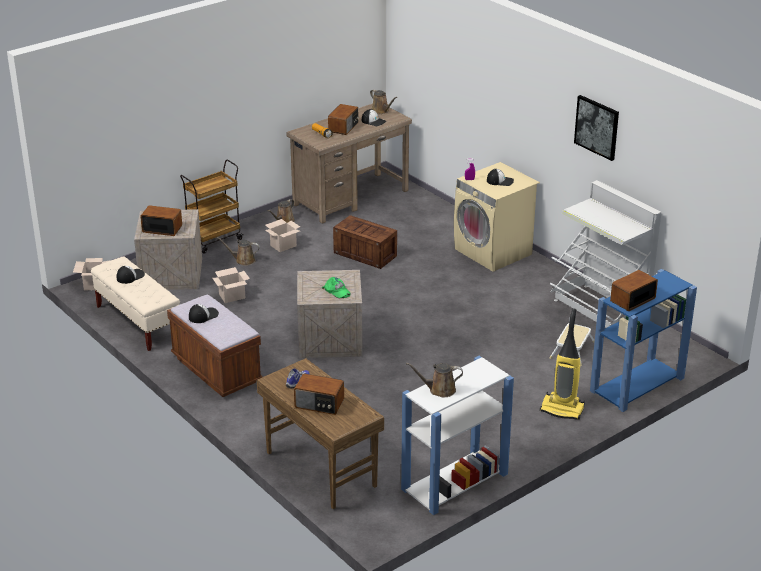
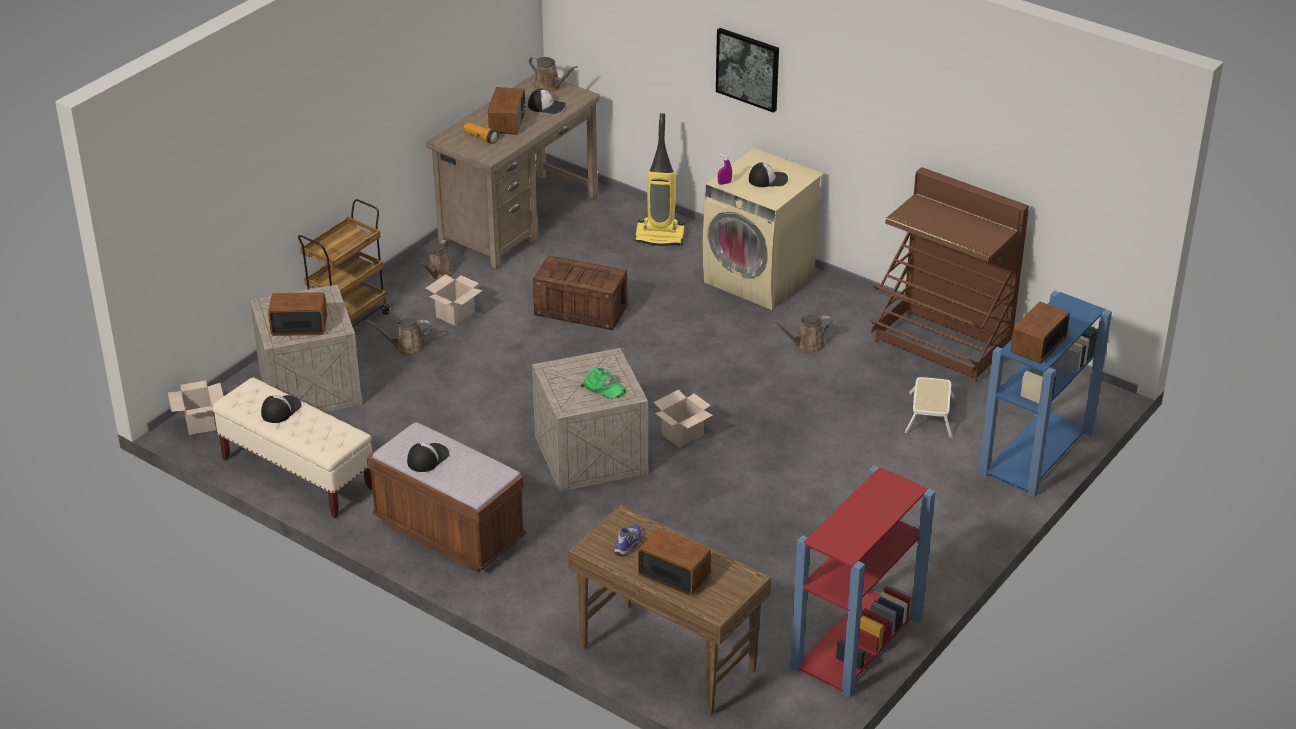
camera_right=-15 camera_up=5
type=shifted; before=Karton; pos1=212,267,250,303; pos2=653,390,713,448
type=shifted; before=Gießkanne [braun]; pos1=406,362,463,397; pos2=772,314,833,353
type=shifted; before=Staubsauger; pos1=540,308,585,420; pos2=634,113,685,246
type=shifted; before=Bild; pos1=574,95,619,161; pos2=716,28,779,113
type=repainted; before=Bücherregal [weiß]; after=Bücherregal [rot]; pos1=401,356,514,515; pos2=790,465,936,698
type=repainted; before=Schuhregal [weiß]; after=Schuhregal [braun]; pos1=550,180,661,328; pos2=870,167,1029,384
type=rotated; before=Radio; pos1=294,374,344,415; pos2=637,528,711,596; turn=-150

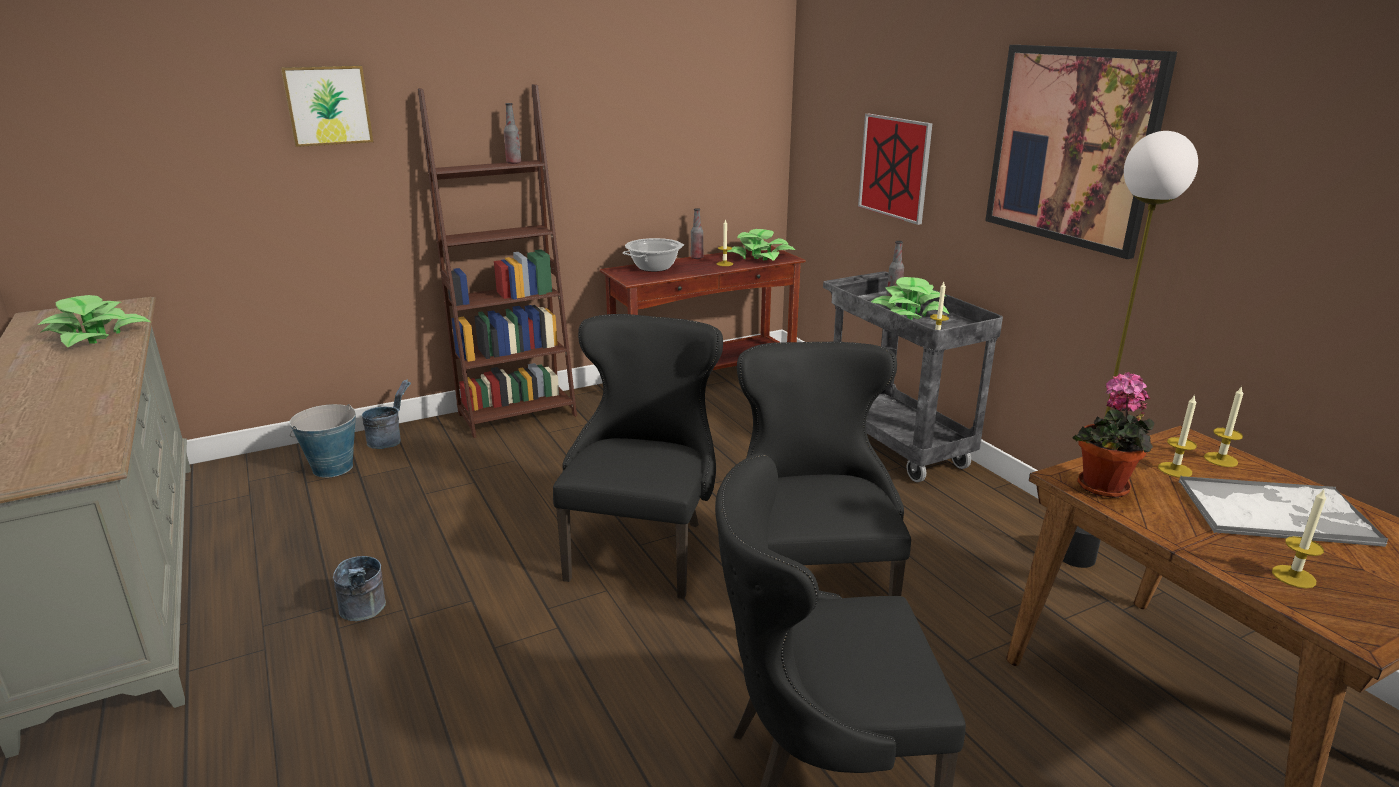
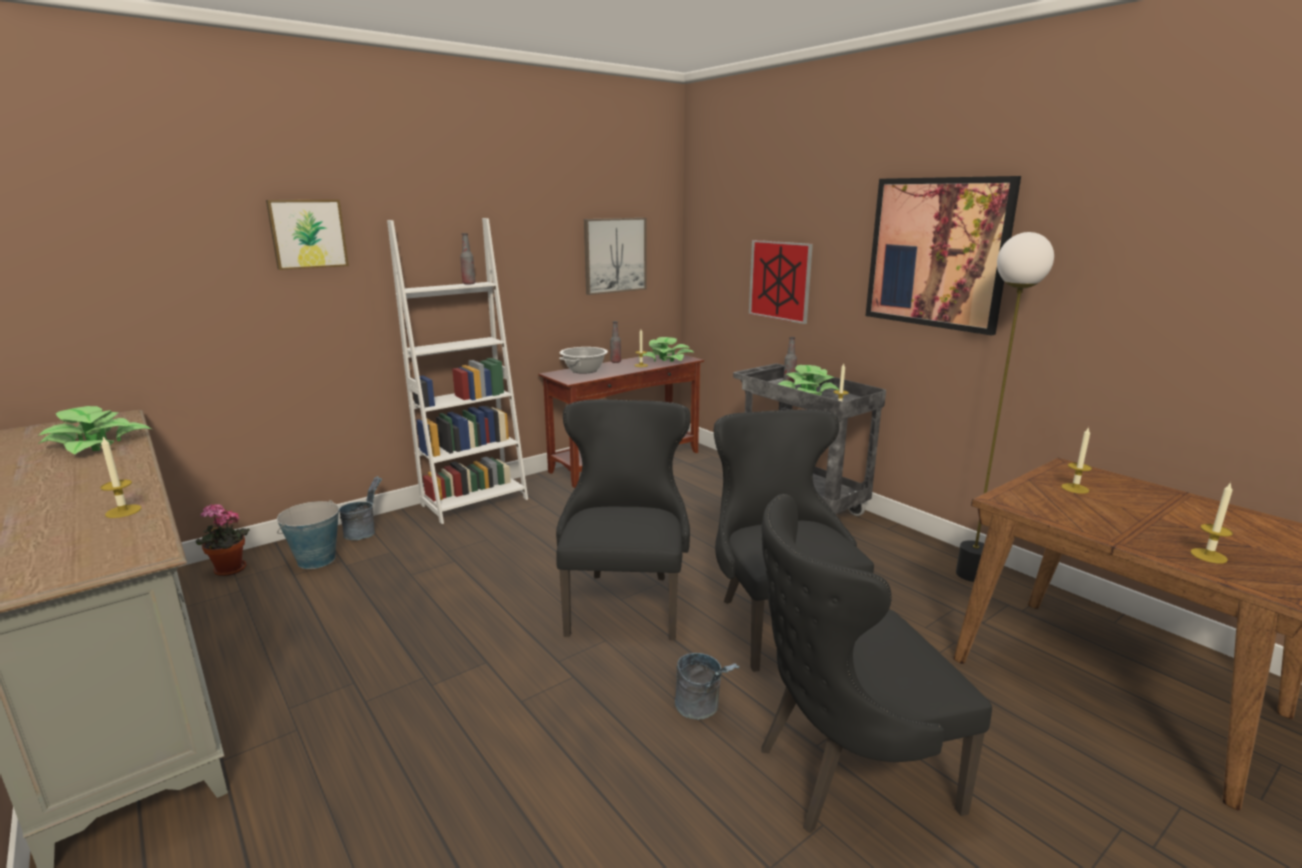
camera_right=-10 camera_up=-5
type=gone; before=Tablett; pos1=1178,476,1388,547
type=new; after=Bild; pos2=584,218,647,295
type=shifted; before=Eimer [grau]; pos1=333,556,386,621; pos2=675,653,739,720
type=shifted; before=Topfpflanze; pos1=1073,372,1154,498; pos2=196,504,250,576
type=shifted; before=Kerze; pos1=1204,386,1244,467; pos2=101,436,142,518
type=repainted; before=Bücherregal [braun]; after=Bücherregal [weiß]; pos1=418,84,577,438; pos2=387,218,528,524

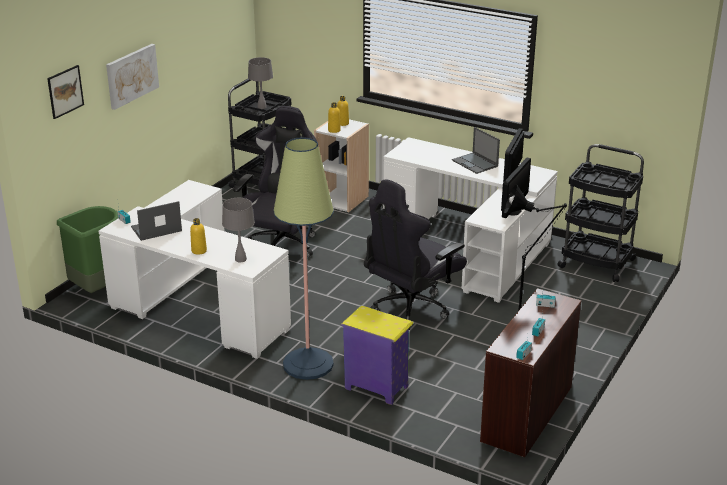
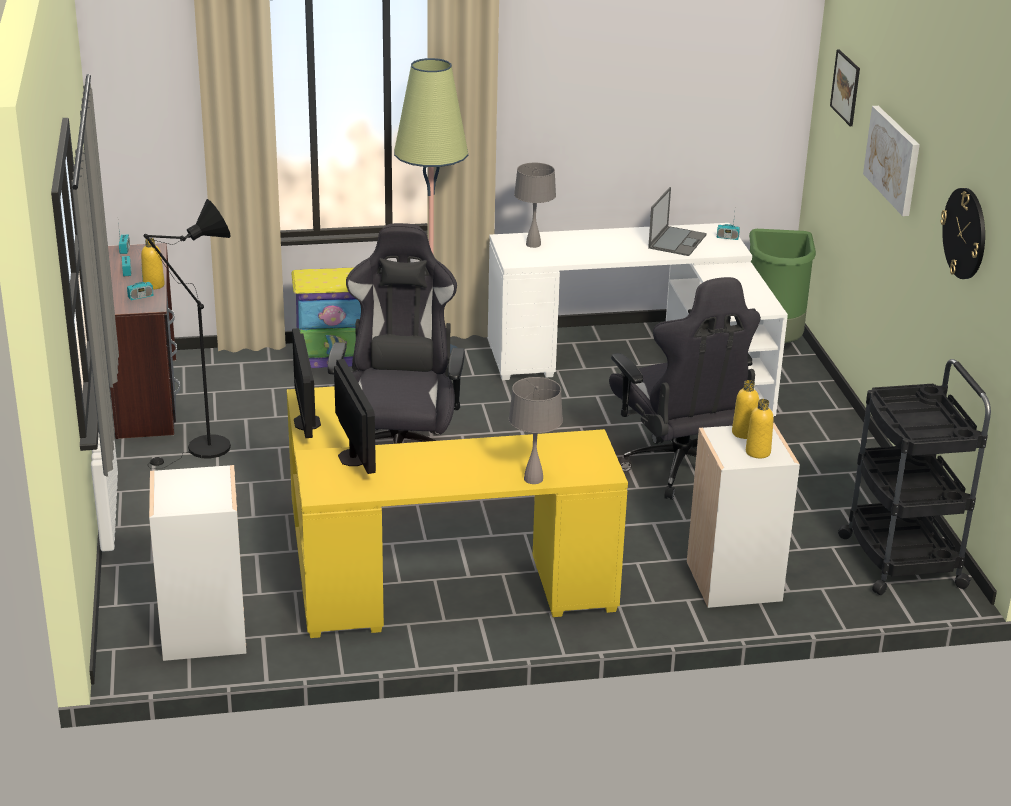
camera_right=140 camera_up=0
type=gone; before=Laptop; pos1=452,127,500,174
type=new; after=Wanduhr; pos2=940,188,985,279
type=shifted; before=Flasche [gelb]; pos1=190,218,207,255; pos2=141,238,165,290
type=shifted; before=Tischlampe [grau]; pos1=248,57,273,109; pos2=509,377,563,484
type=swapped; before=Rollwagen [schwarz]; after=Bücherregal; pos1=557,144,644,282; pos2=149,465,246,661
type=repainted; before=Schreibtisch [weiß]; after=Schreibtisch [gelb]; pos1=383,137,558,303; pos2=287,386,628,638

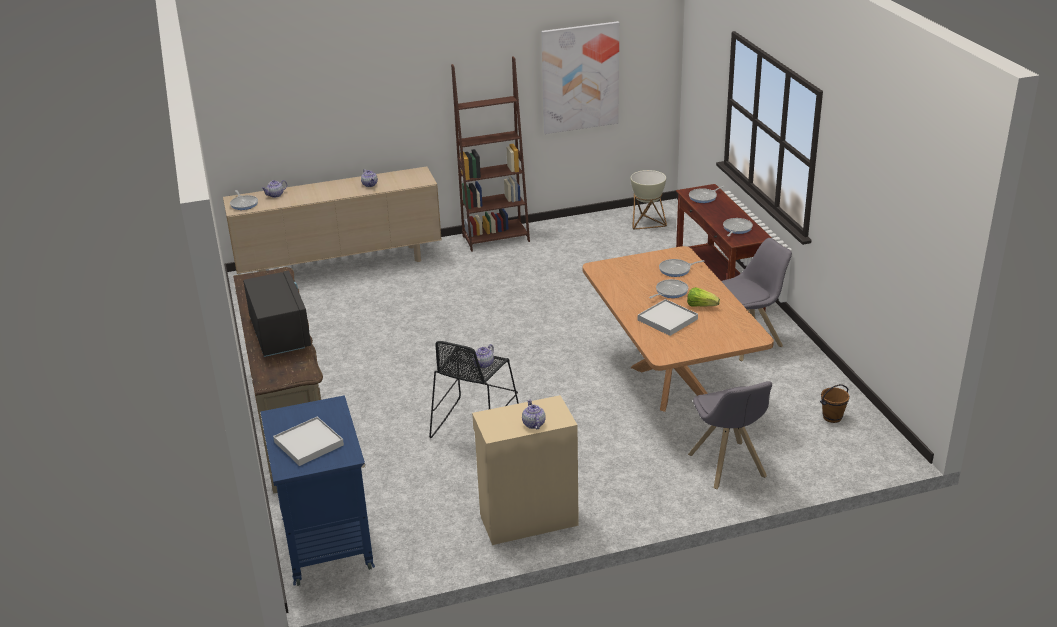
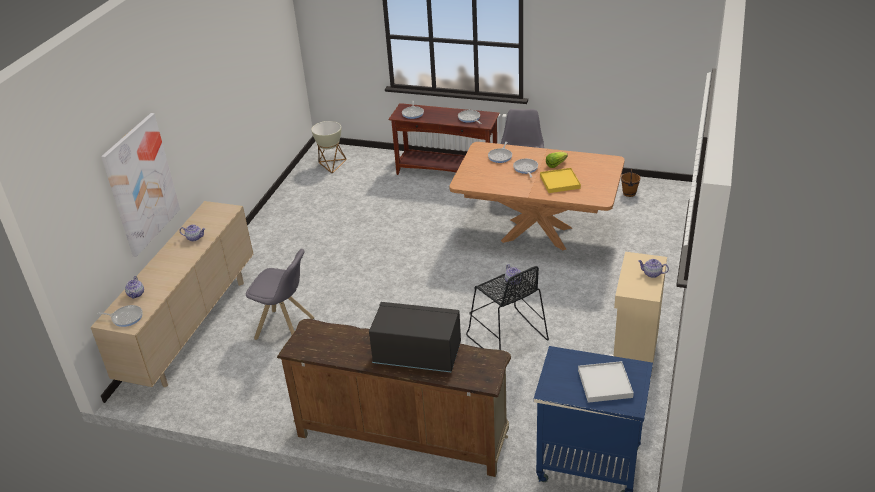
camera_right=-55 camera_up=5
type=gone; before=Bücherregal [braun]; pos1=451,56,530,252
type=shifted; before=Bild; pos1=541,21,619,134; pos2=101,113,180,257
type=shifted; before=Stuhl [grau]; pos1=688,381,772,489; pos2=246,249,314,340
type=repainted; before=Tablett [weiß]; after=Tablett [gelb]; pos1=638,299,698,336; pos2=540,168,581,193

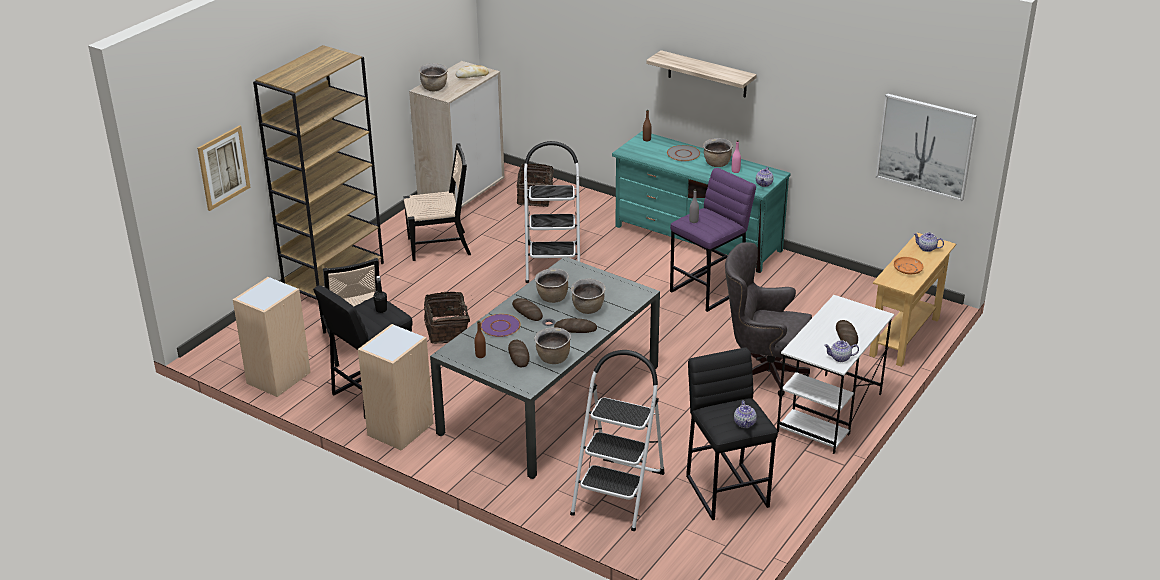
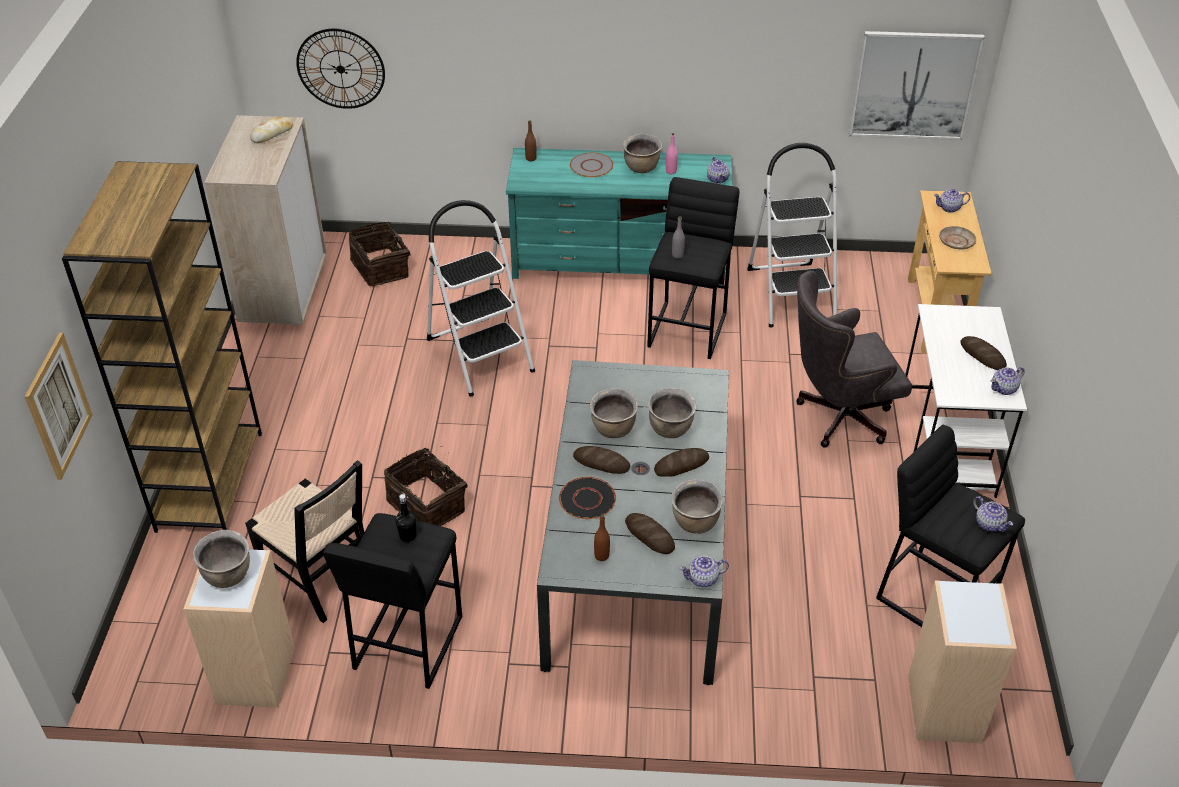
camera_right=-30 camera_up=10
type=gone; before=Stuhl; pos1=403,143,471,261
type=gone; before=Wandregal; pos1=646,50,757,98
type=new; after=Wanduhr; pos2=296,29,385,109
type=new; after=Teekanne; pos2=679,556,729,587
type=shifted; before=Bücherregal; pos1=358,324,433,451; pos2=908,580,1017,743
type=shifted; before=Kochtopf [braun]; pos1=419,63,448,91; pos2=193,530,250,588
type=shifted; before=Trittleiter; pos1=570,350,665,531; pos2=747,143,837,328
type=repainted; before=Teller [lila]; after=Teller [schwarz]; pos1=481,314,521,337; pos2=559,477,616,519
type=repainted; before=Hocker [lila]; after=Hocker [schwarz]; pos1=670,168,756,312; pos2=647,177,739,359
type=repainted; before=Teller [orange]; after=Teller [beige]; pos1=894,257,924,274; pos2=939,226,976,249

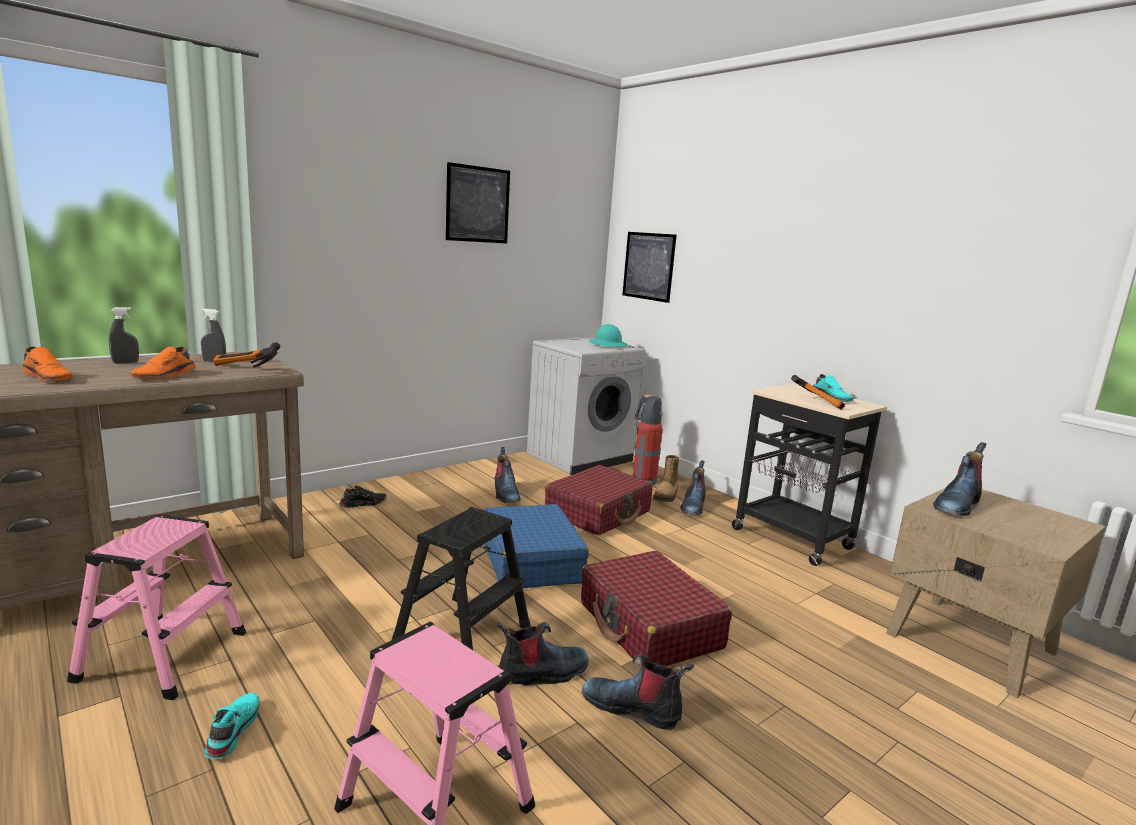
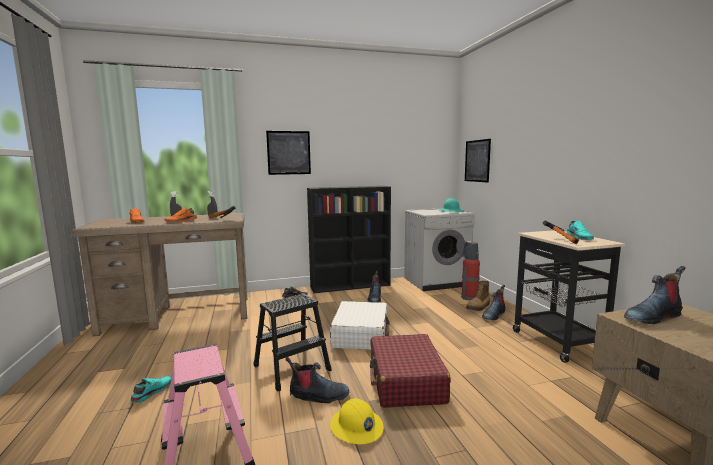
camera_right=25 camera_up=-5
type=gone; before=Trittleiter [rosa]; pos1=67,515,246,700
type=gone; before=Koffer [rot]; pos1=545,465,652,535
type=new; after=Bücherregal [schwarz]; pos2=307,186,391,293
type=shifted; before=Bild; pos1=446,162,510,243; pos2=266,131,311,175
type=swapped; before=Stiefel; after=Schutzhelm [gelb]; pos1=582,654,694,730; pos2=330,398,384,444
type=repainted; before=Koffer [blau]; after=Koffer [weiß]; pos1=484,504,589,588; pos2=330,301,390,350

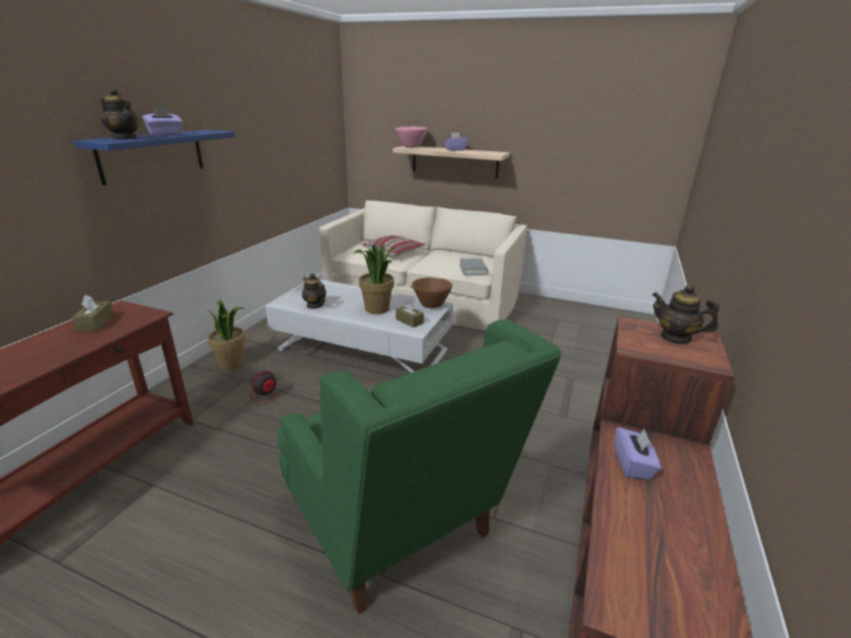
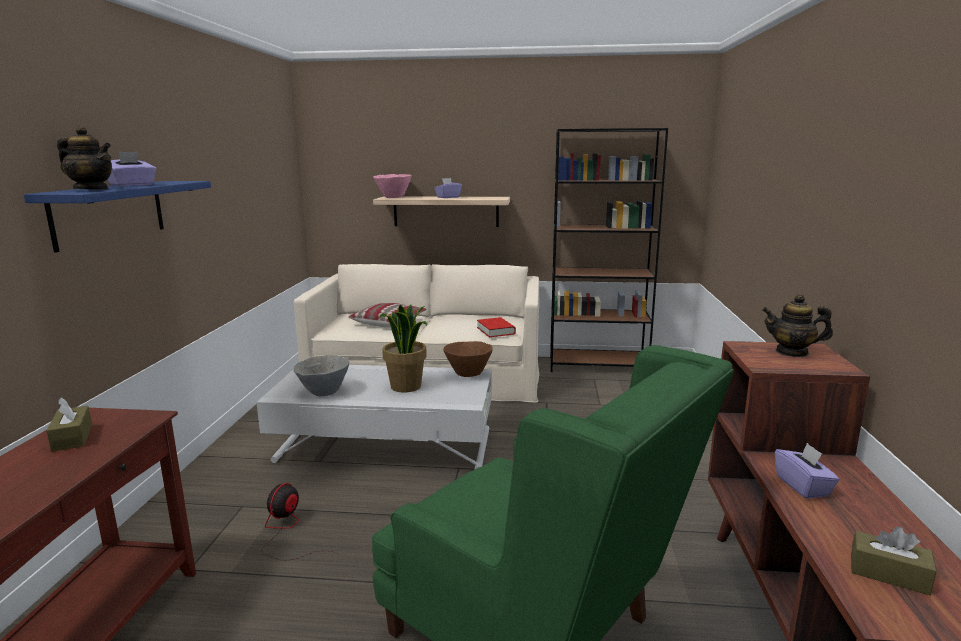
camera_right=-15 camera_up=-10
type=gone; before=Topfpflanze; pos1=207,299,246,370
type=new; after=Bücherregal [braun]; pos2=550,128,668,372
type=shifted; before=Taschentuchbox [braun]; pos1=396,301,424,328; pos2=851,527,937,595
type=swapped; before=Teekanne; after=Schüssel [grau]; pos1=302,273,326,309; pos2=294,355,349,396
type=repainted; before=Buch [grau]; after=Buch [rot]; pos1=460,259,488,275; pos2=477,317,516,337

